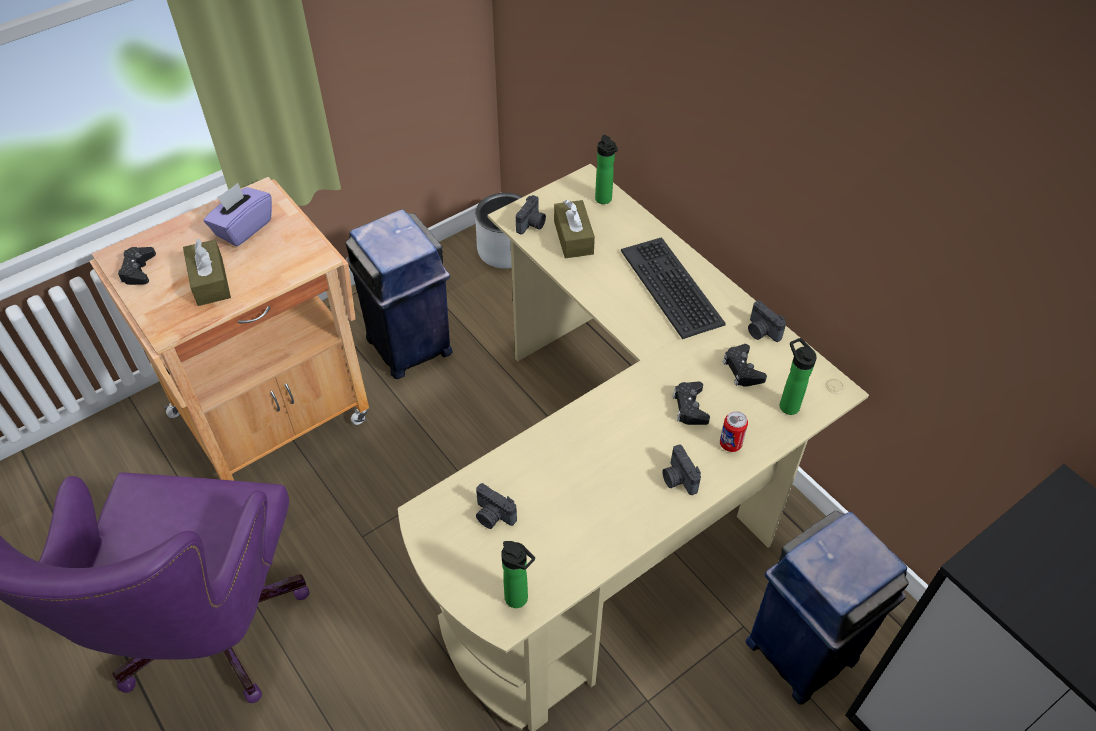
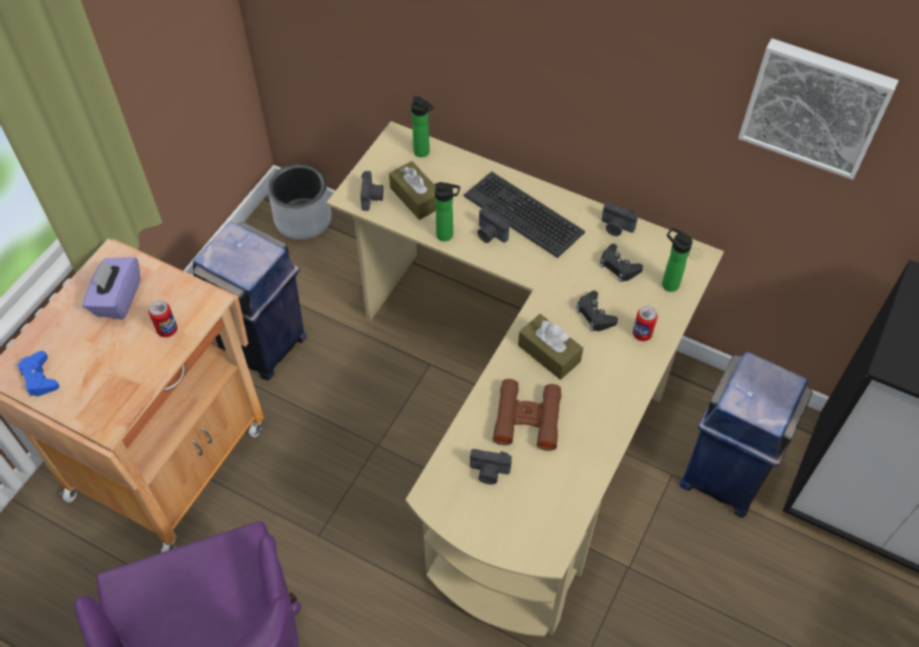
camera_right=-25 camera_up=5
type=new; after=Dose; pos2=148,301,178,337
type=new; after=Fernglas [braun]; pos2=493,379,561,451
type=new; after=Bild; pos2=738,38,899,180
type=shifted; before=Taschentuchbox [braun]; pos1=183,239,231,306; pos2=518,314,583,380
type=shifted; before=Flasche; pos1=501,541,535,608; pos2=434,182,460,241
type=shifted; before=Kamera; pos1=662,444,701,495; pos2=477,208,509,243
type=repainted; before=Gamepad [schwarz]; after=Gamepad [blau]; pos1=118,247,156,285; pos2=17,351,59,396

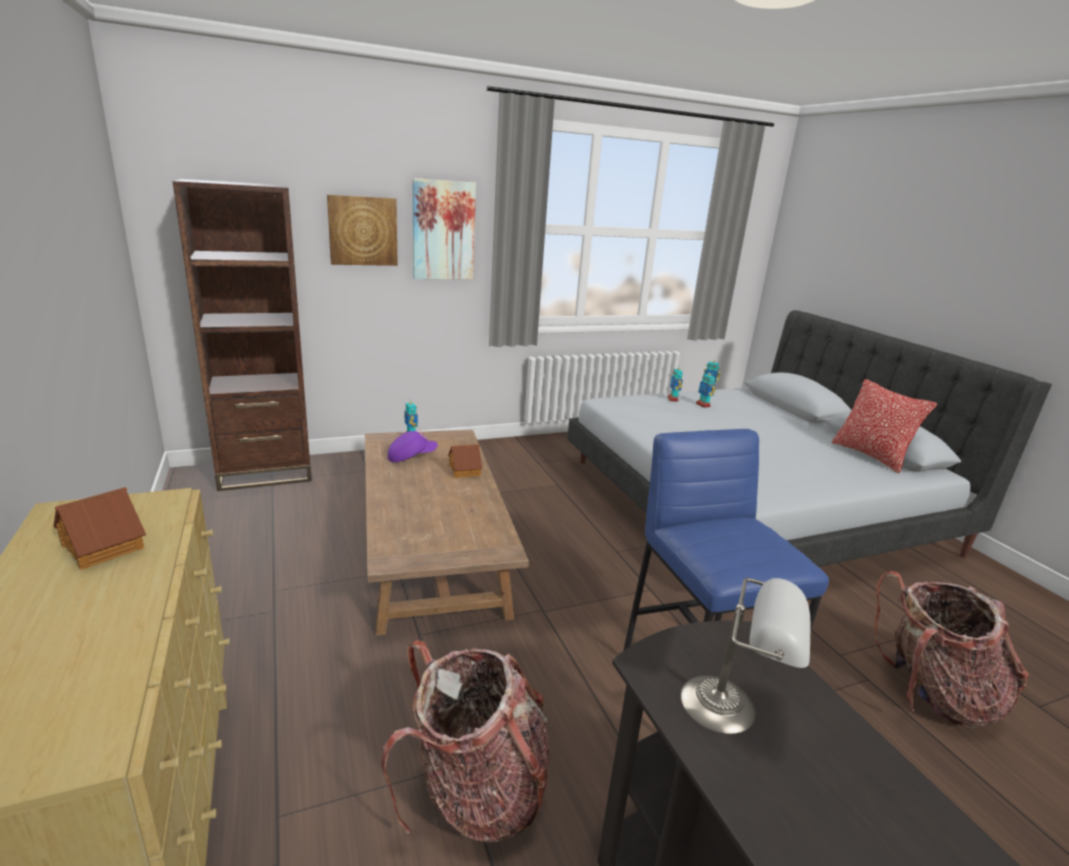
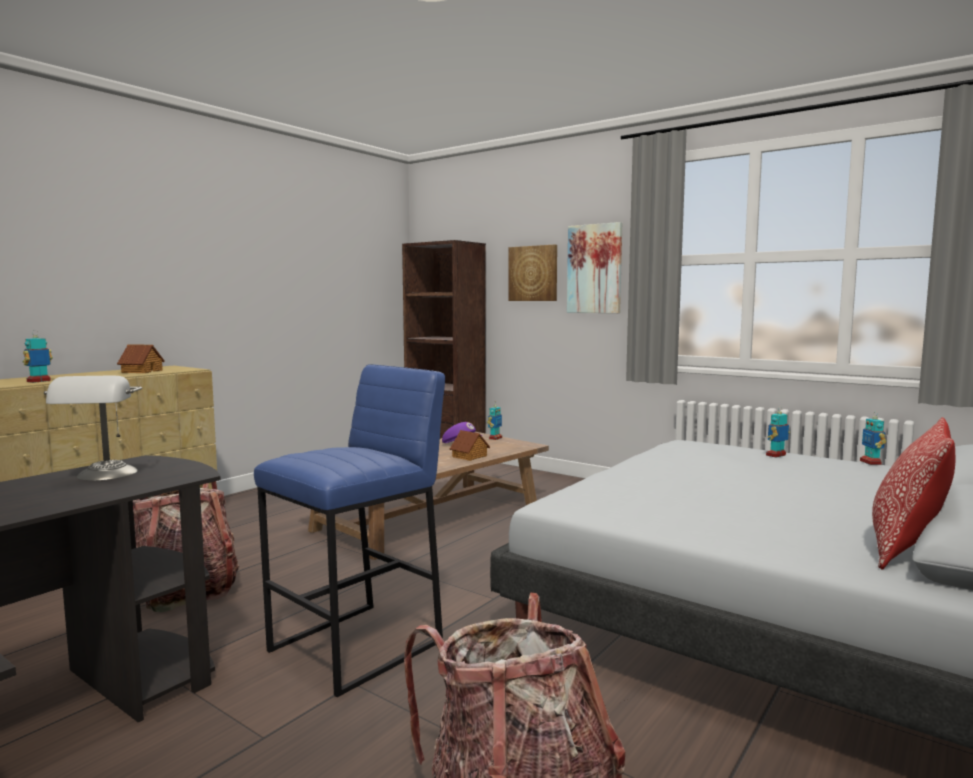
camera_right=60 camera_up=-15
type=shifted; before=Spielzeugroboter; pos1=696,373,715,408; pos2=23,330,53,383

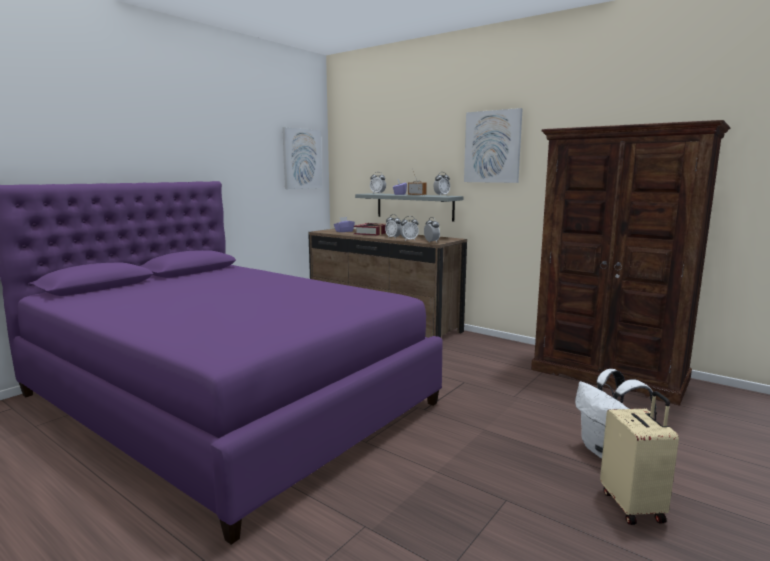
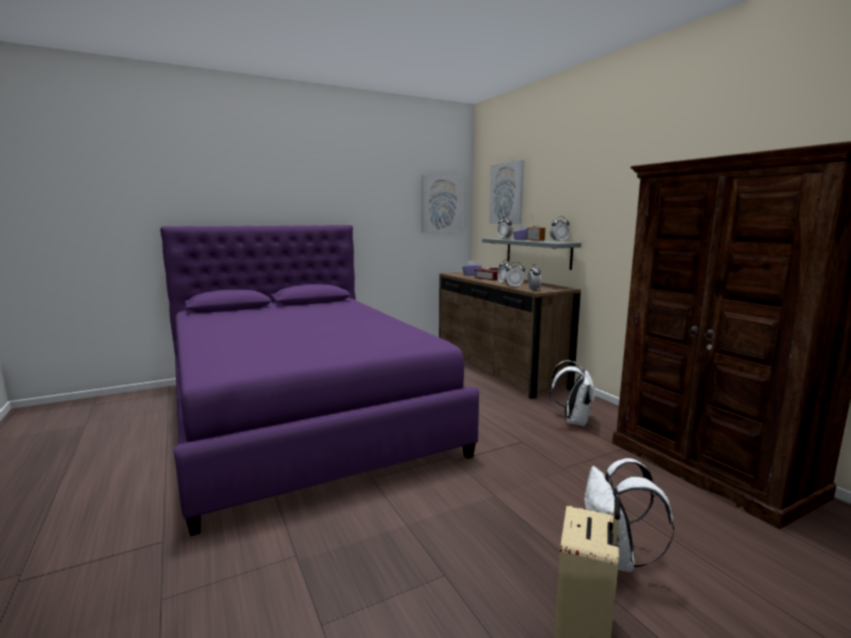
camera_right=25 camera_up=0
type=new; after=Rucksack [weiß]; pos2=550,360,595,427
type=shifted; before=Bild; pos1=464,108,522,183; pos2=489,160,524,224

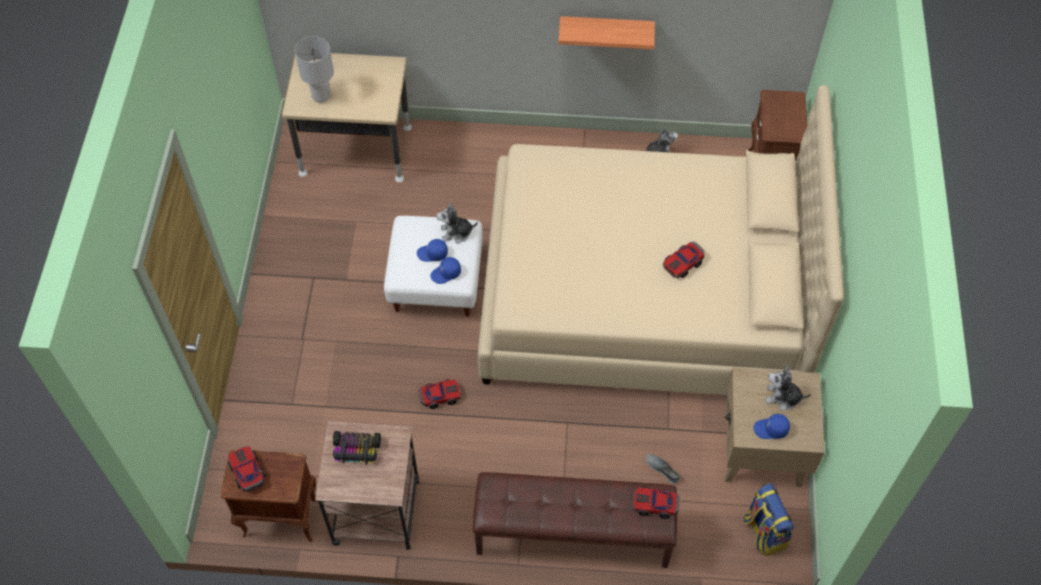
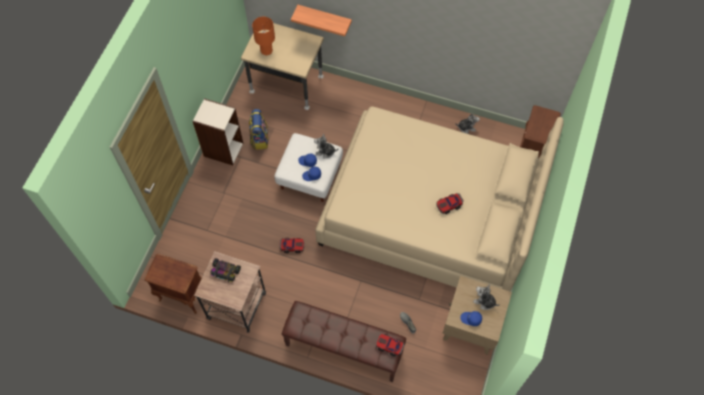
camera_right=15 camera_up=5
type=gone; before=Spielzeugauto; pos1=228,447,265,492
type=new; after=Bücherregal; pos2=192,98,243,165
type=shifted; before=Wandregal; pos1=558,16,655,49; pos2=291,5,352,36
type=shifted; before=Rucksack; pos1=744,483,794,556; pos2=249,109,268,149
type=repainted; before=Tischlampe [grau]; after=Tischlampe [orange]; pos1=295,36,334,103; pos2=252,17,275,55

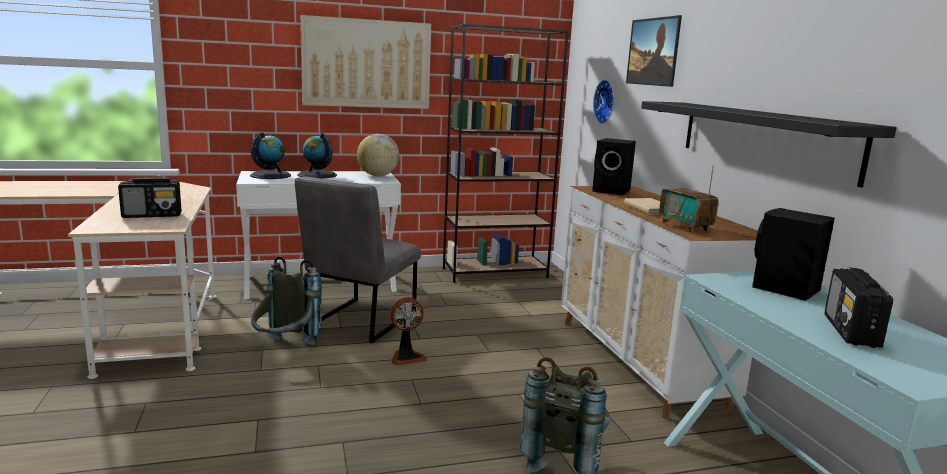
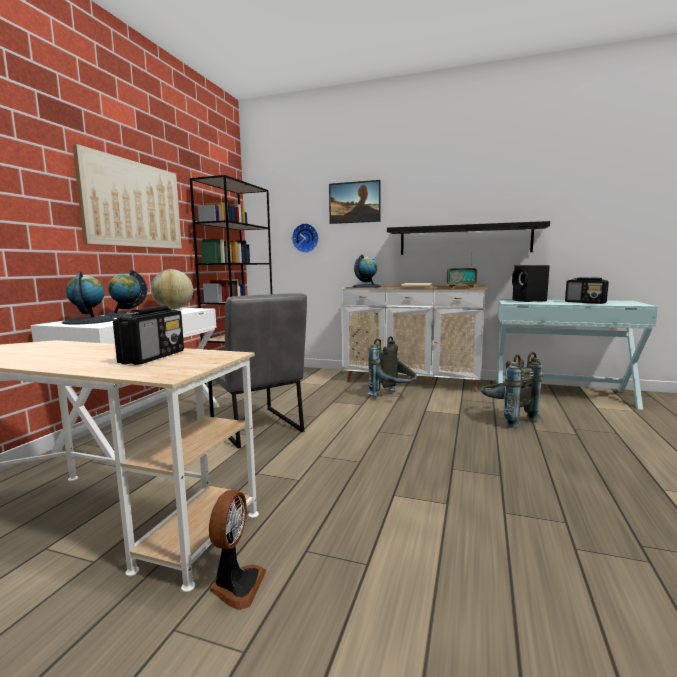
camera_right=-55 camera_up=-5
type=shifted; before=Rucksack [grau]; pos1=251,256,322,345; pos2=367,336,417,397
type=shifted; before=Ventilator; pos1=390,297,427,366; pos2=209,490,267,610
type=swapped; before=Lautsprecher [schwarz]; after=Globus; pos1=592,138,636,195; pos2=353,254,381,288

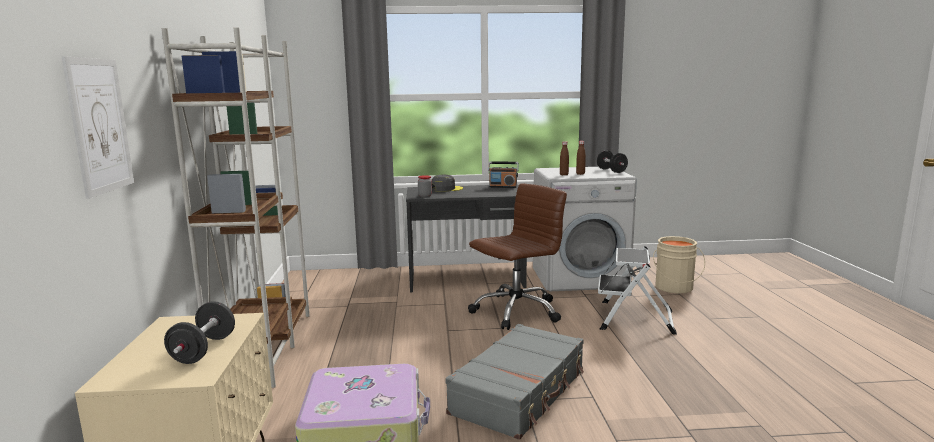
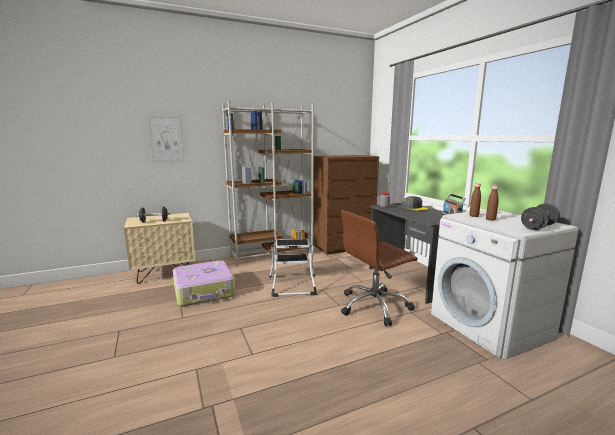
camera_right=70 camera_up=0
type=gone; before=Koffer [grau]; pos1=445,324,584,440
type=gone; before=Eimer [beige]; pos1=653,236,705,294
type=new; after=Kommode [braun]; pos2=313,155,379,255
type=shifted; before=Trittleiter; pos1=598,246,677,335; pos2=269,239,317,297
type=rotated; before=Bürostuhl [braun]; pos1=468,183,567,330; pos2=341,210,418,326; turn=120

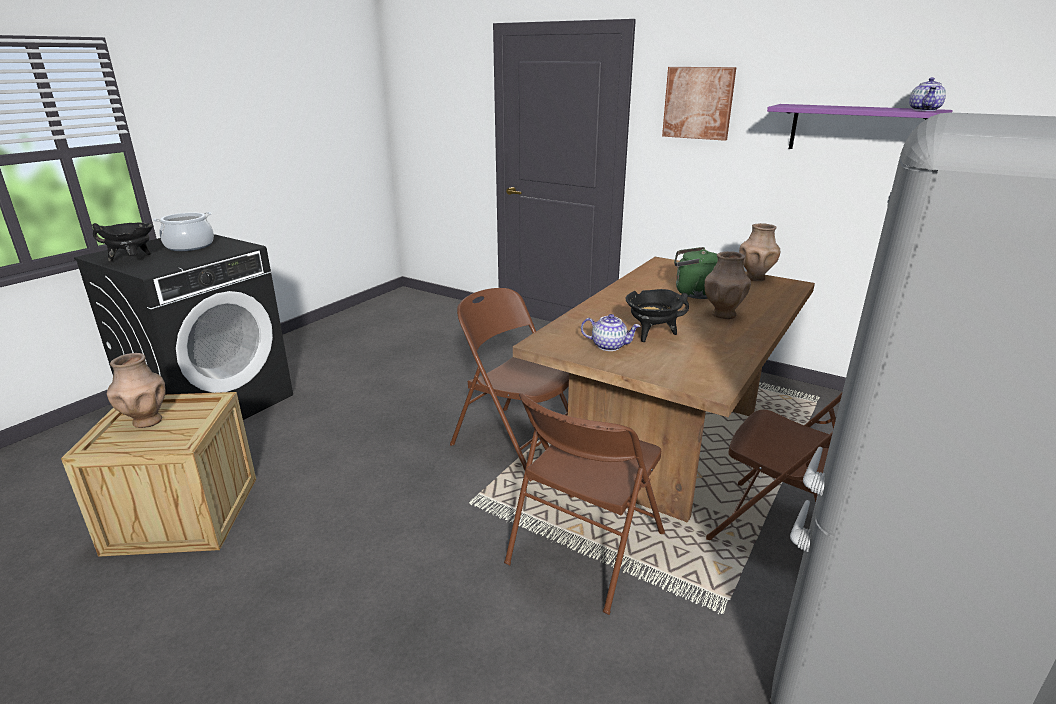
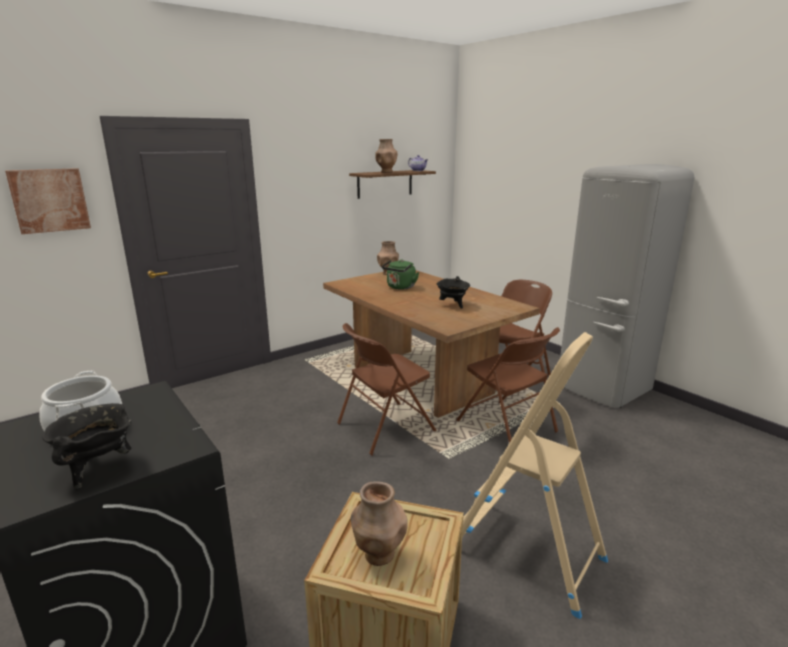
camera_right=-70 camera_up=-5
type=gone; before=Teekanne; pos1=581,314,640,351
type=new; after=Trittleiter [beige]; pos2=462,332,608,619
type=shifted; before=Bild; pos1=662,67,736,141; pos2=5,168,91,234
type=shifted; before=Vase [braun]; pos1=705,251,751,319; pos2=375,139,398,173
type=repainted; before=Wandregal [lila]; after=Wandregal [braun]; pos1=767,104,953,149; pos2=349,170,436,199

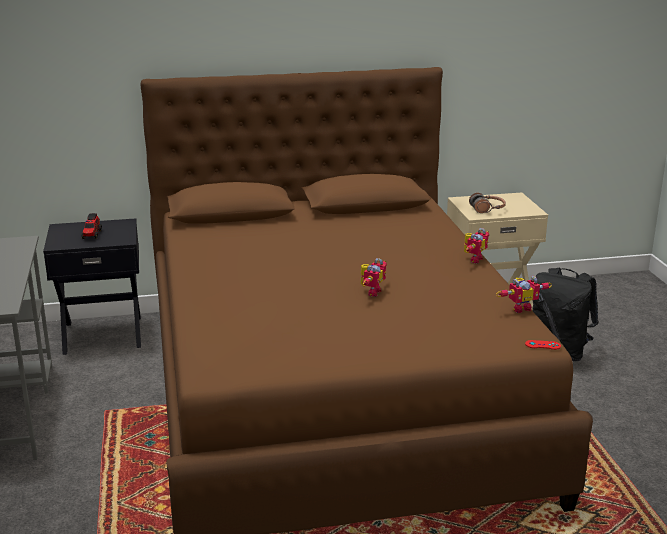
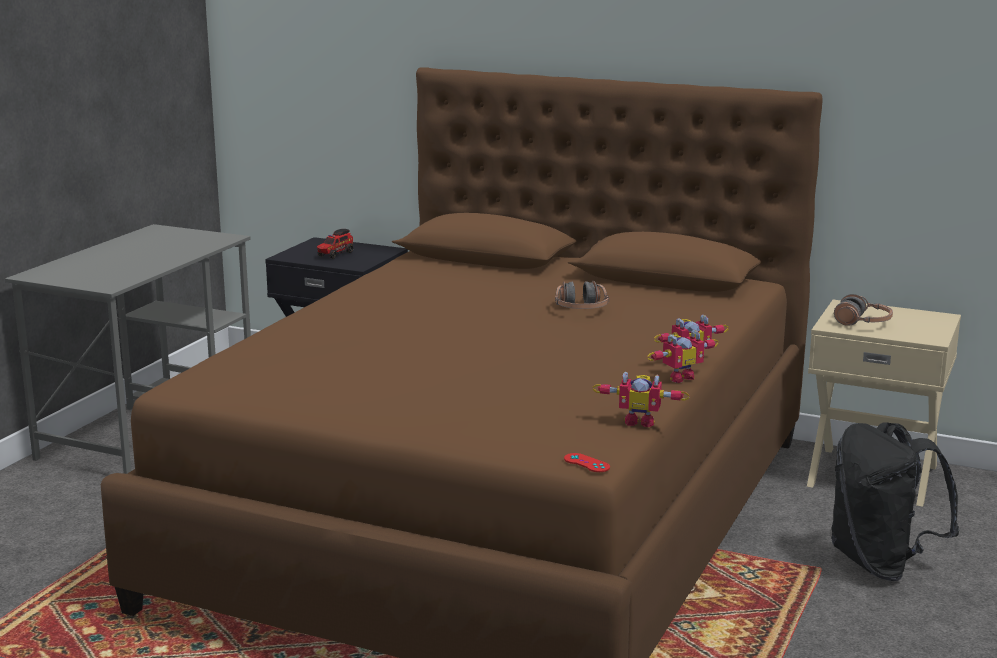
camera_right=35 camera_up=-5
type=new; after=Kopfhörer; pos2=555,281,609,309
type=shifted; before=Spielzeugroboter; pos1=361,258,387,297; pos2=647,330,719,383

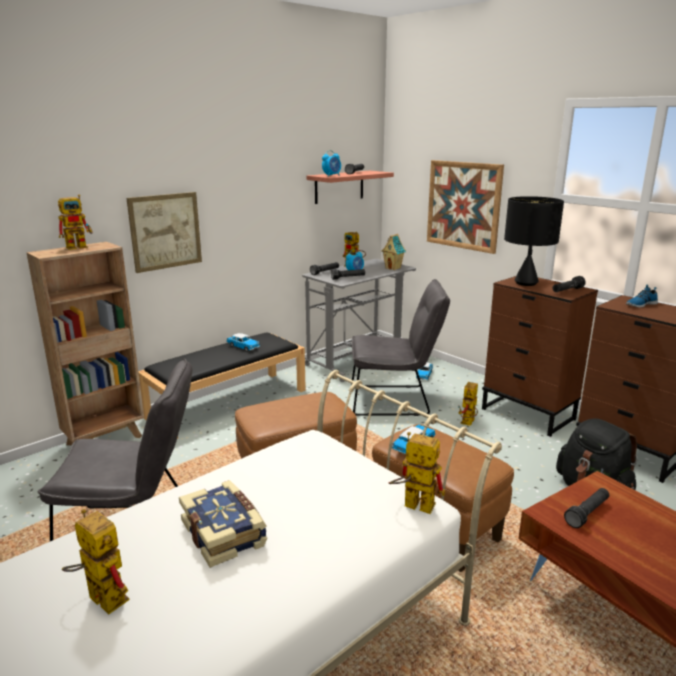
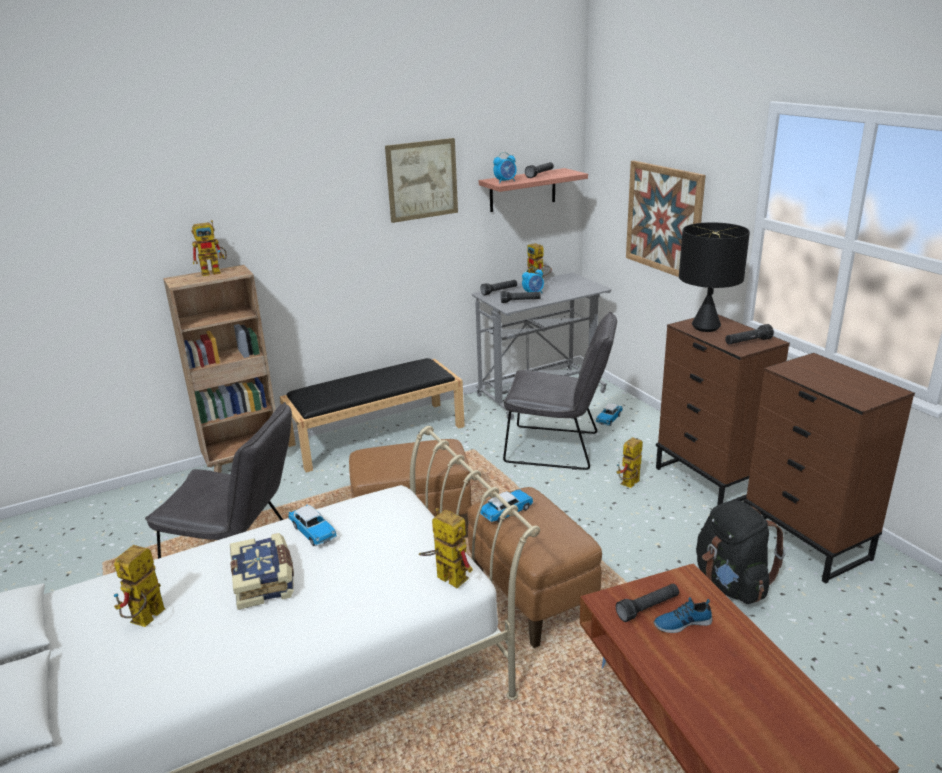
camera_right=15 camera_up=5
type=gone; before=Spielzeughaus; pos1=381,234,406,270
type=shifted; before=Bild; pos1=126,192,202,273; pos2=385,138,458,223
type=shifted; before=Spielzeugauto; pos1=227,333,260,352; pos2=288,505,337,546
type=shifted; before=Schuh; pos1=626,285,658,308; pos2=654,597,712,633
type=rotated; before=Spielzeugroboter; pos1=62,509,129,614; pos2=114,545,165,627; turn=-120

